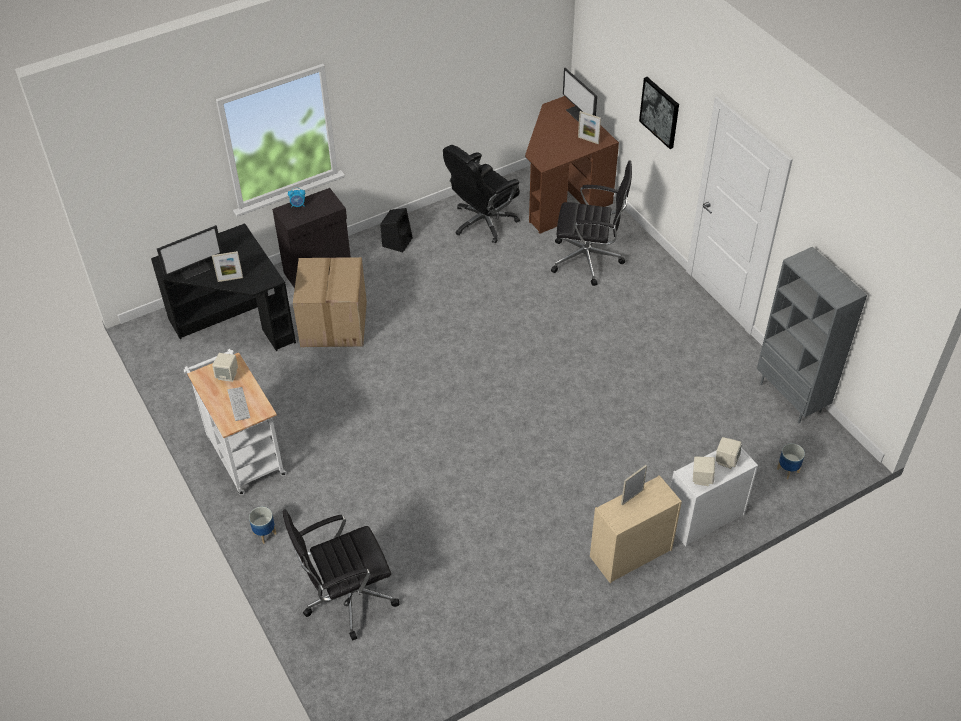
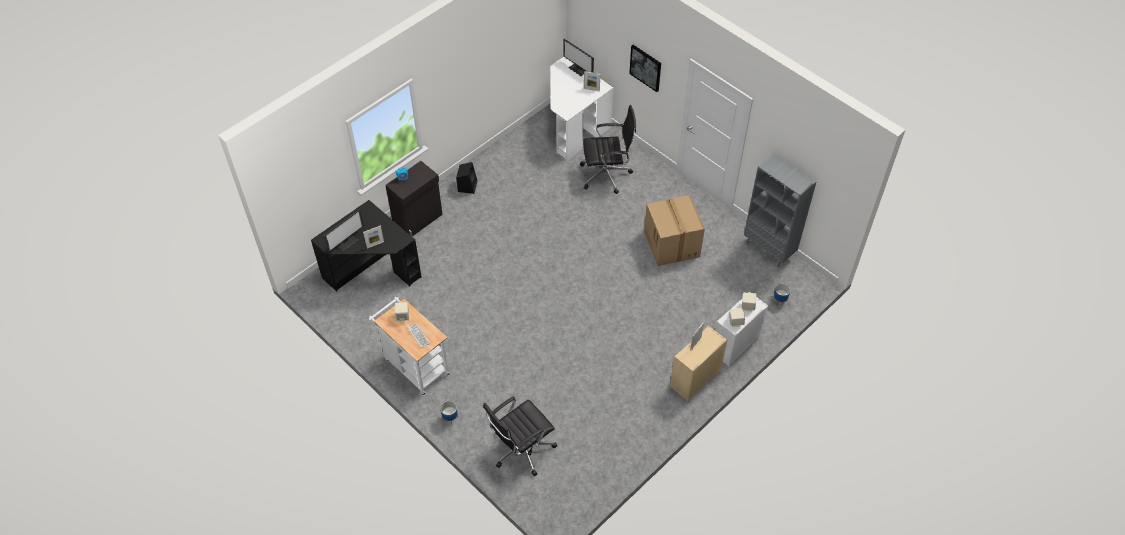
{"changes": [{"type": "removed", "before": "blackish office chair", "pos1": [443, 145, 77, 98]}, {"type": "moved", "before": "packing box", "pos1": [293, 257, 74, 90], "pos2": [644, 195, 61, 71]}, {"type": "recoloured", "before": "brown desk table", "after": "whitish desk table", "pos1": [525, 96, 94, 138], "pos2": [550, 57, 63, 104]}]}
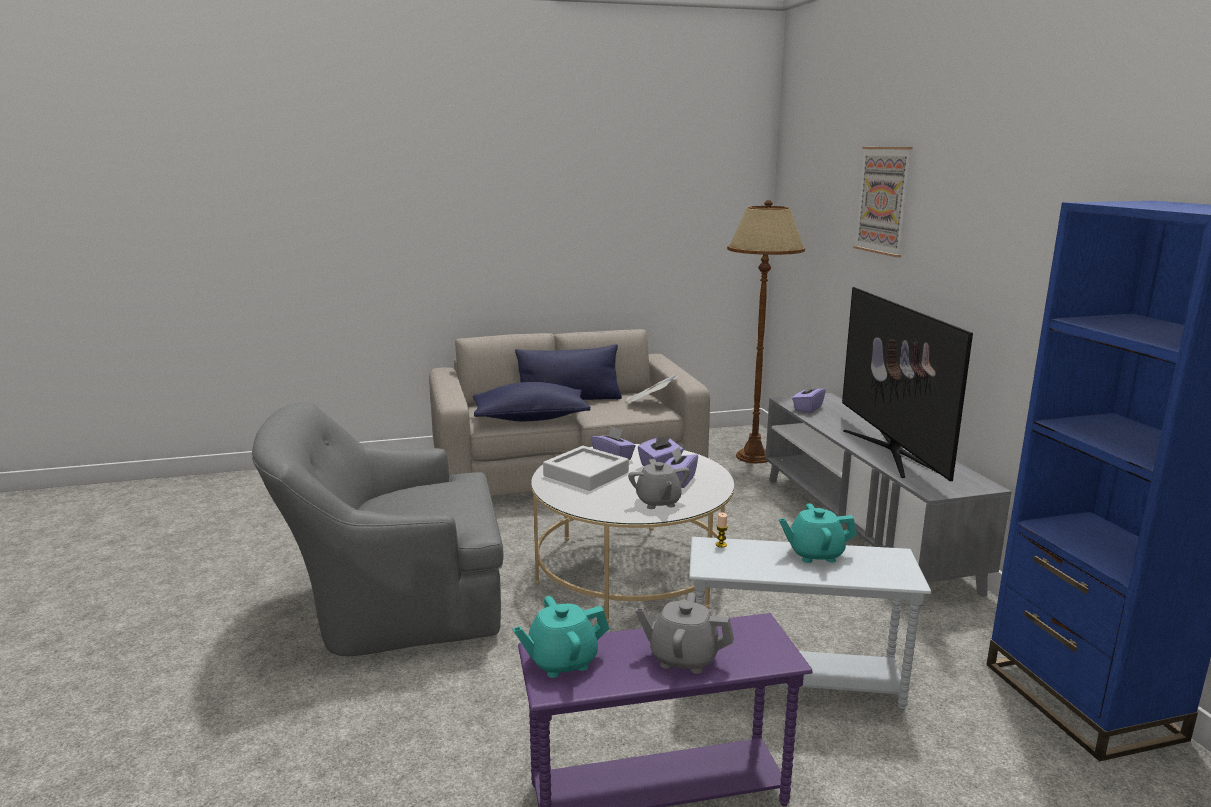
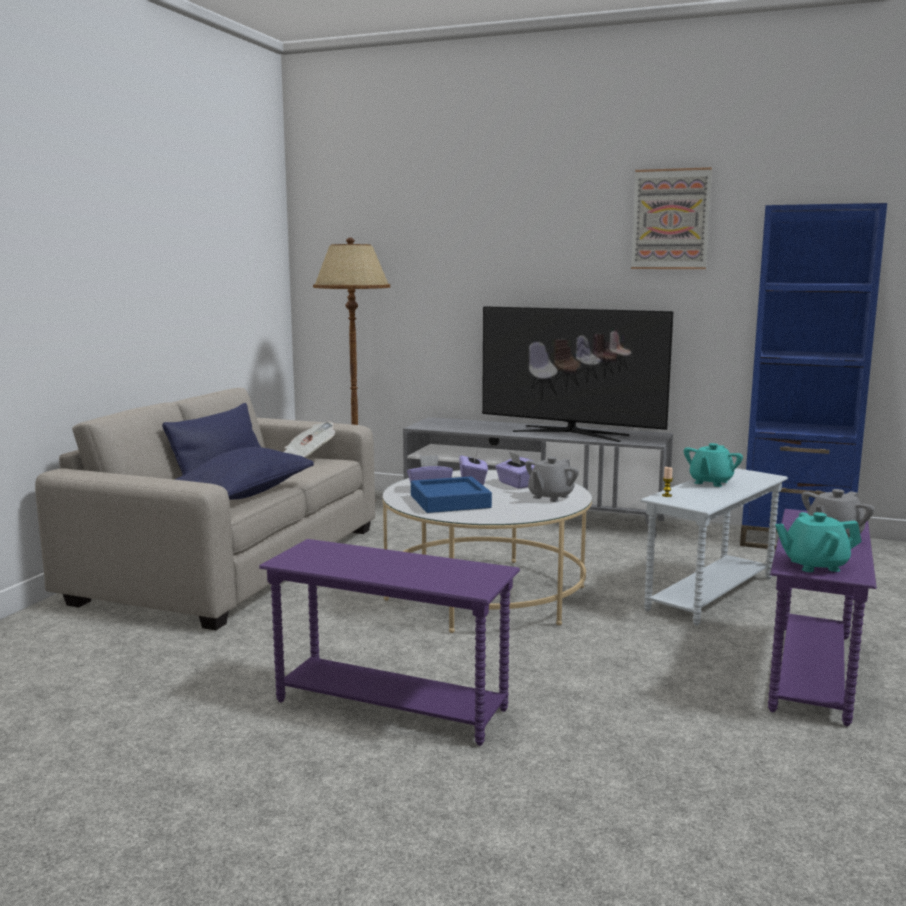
{"changes": [{"type": "removed", "before": "purple-coloured tissue box", "pos1": [792, 381, 34, 32]}, {"type": "moved", "before": "wall picture", "pos1": [854, 147, 59, 110], "pos2": [631, 167, 81, 102]}, {"type": "replaced", "before": "grey easy chair", "after": "purple-coloured end table", "pos1": [251, 402, 252, 254], "pos2": [259, 539, 261, 207]}, {"type": "recoloured", "before": "grey carrying tray", "after": "bluish carrying tray", "pos1": [543, 446, 86, 45], "pos2": [411, 477, 81, 36]}, {"type": "turned", "before": "turquoise-coloured pot for tea", "pos1": [513, 596, 96, 82], "pos2": [775, 512, 86, 60], "turn": 75}, {"type": "turned", "before": "grey pot for tea", "pos1": [628, 459, 62, 50], "pos2": [525, 457, 54, 45], "turn": 105}]}
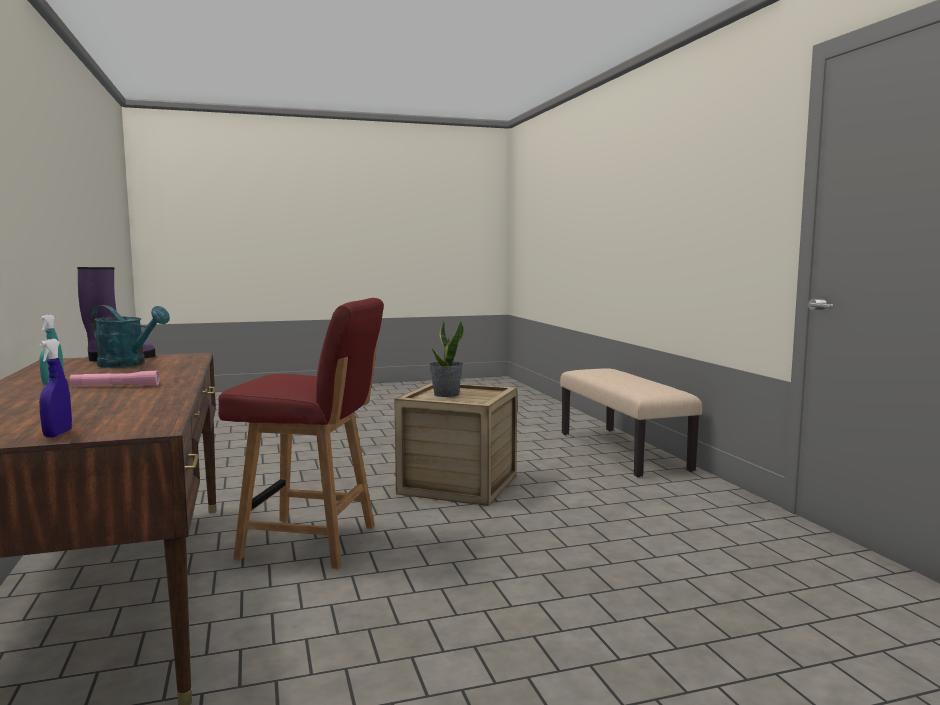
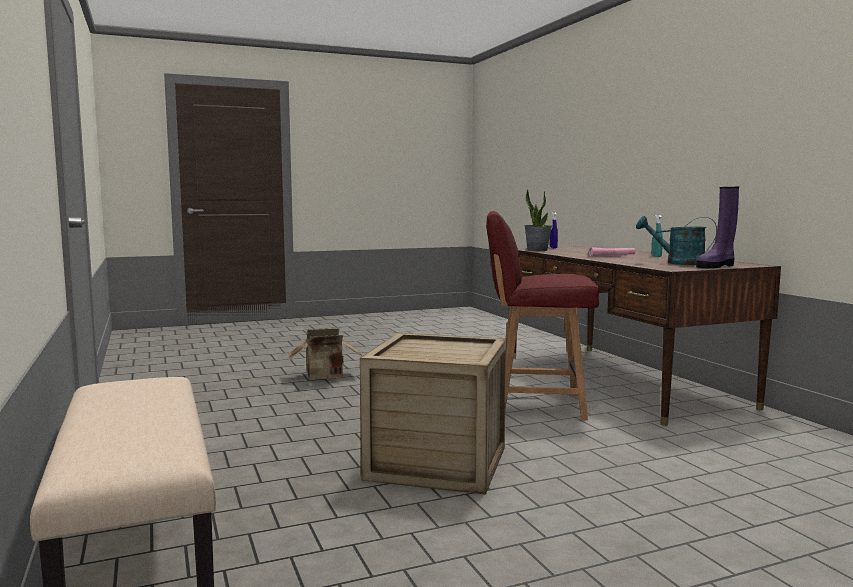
{"changes": [{"type": "added", "after": "packing box", "pos2": [288, 328, 74, 52]}, {"type": "moved", "before": "potted plant", "pos1": [429, 319, 35, 78], "pos2": [524, 190, 28, 61]}]}
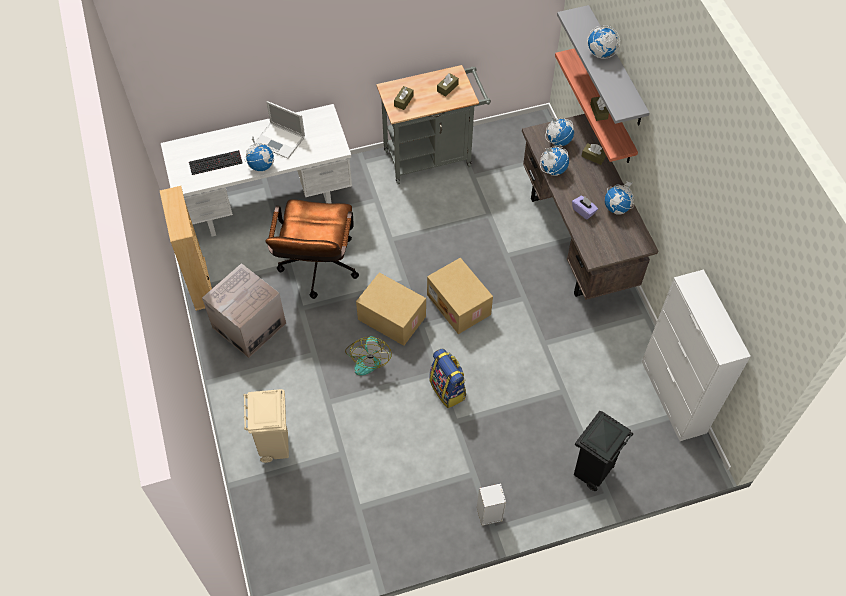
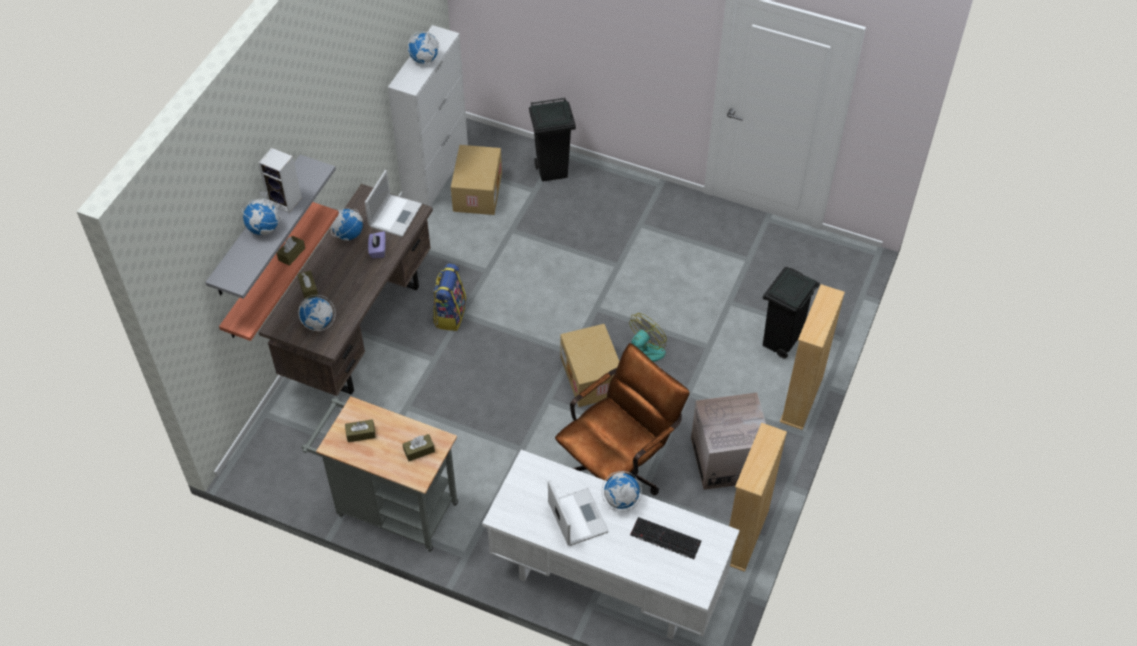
{"changes": [{"type": "added", "after": "notebook computer", "pos2": [365, 170, 57, 67]}, {"type": "added", "after": "sand-coloured bookcase", "pos2": [780, 284, 65, 146]}, {"type": "moved", "before": "packing box", "pos1": [427, 258, 66, 76], "pos2": [451, 145, 51, 70]}, {"type": "moved", "before": "rucksack", "pos1": [430, 348, 36, 60], "pos2": [433, 263, 33, 68]}, {"type": "moved", "before": "loudspeaker", "pos1": [477, 483, 29, 43], "pos2": [259, 148, 43, 65]}, {"type": "moved", "before": "desk globe", "pos1": [540, 147, 29, 29], "pos2": [408, 31, 33, 33]}, {"type": "recoloured", "before": "sand-coloured trash can", "after": "blackish trash can", "pos1": [243, 389, 46, 74], "pos2": [763, 267, 57, 91]}]}
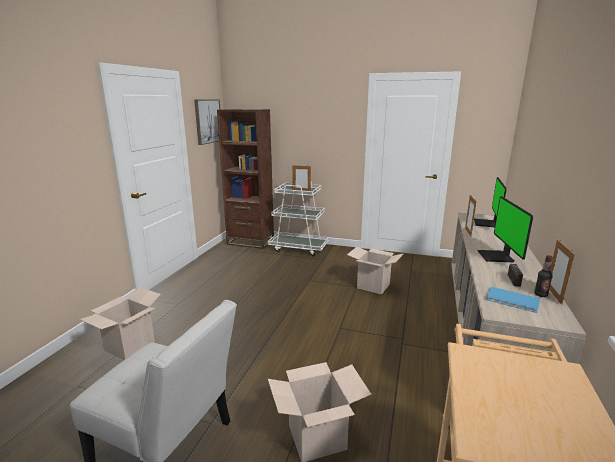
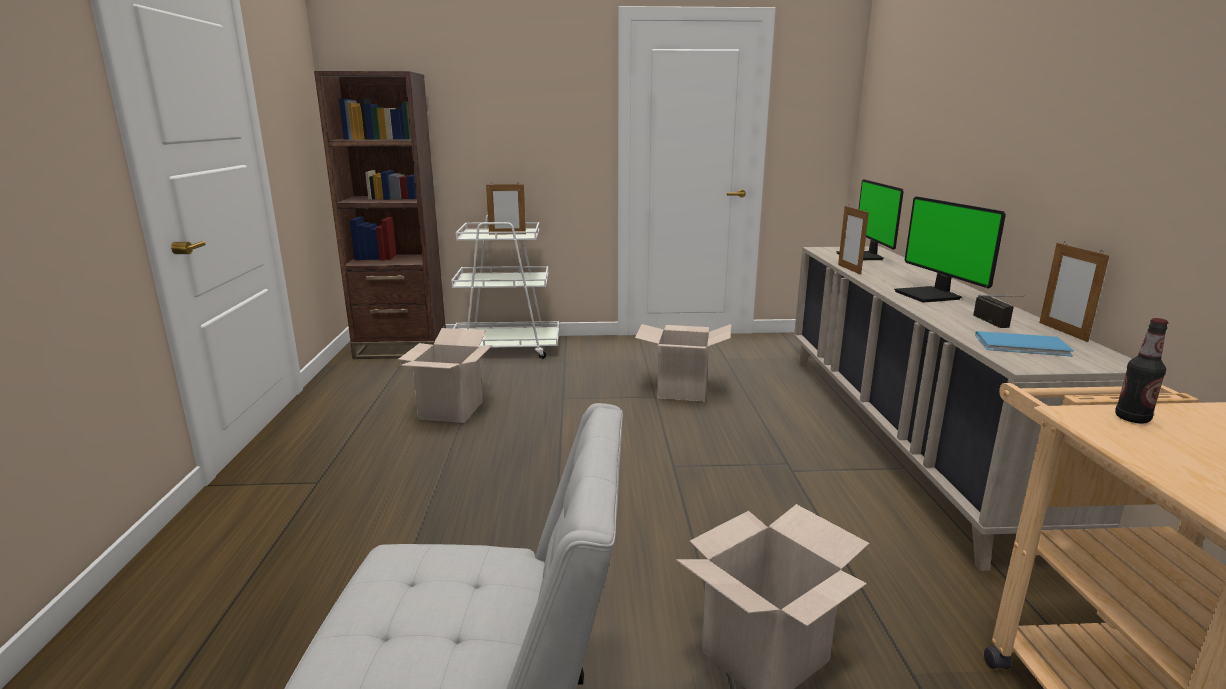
{"changes": [{"type": "removed", "before": "wall picture", "pos1": [194, 99, 26, 46]}, {"type": "moved", "before": "packing box", "pos1": [79, 287, 82, 73], "pos2": [398, 328, 94, 95]}, {"type": "moved", "before": "drink bottle", "pos1": [534, 255, 19, 42], "pos2": [1115, 318, 53, 105]}]}
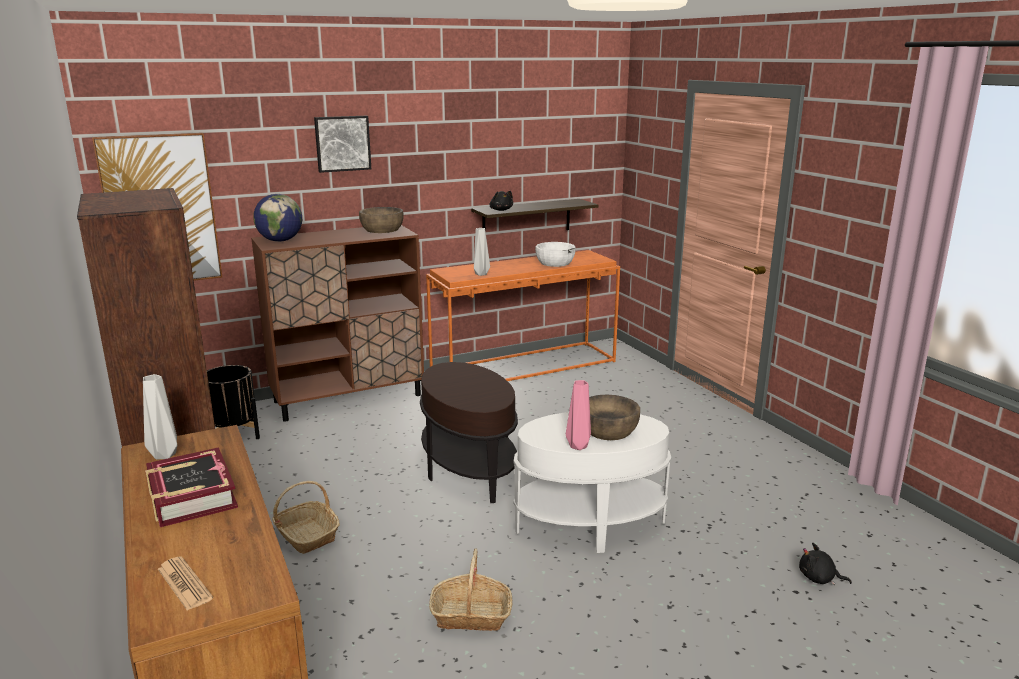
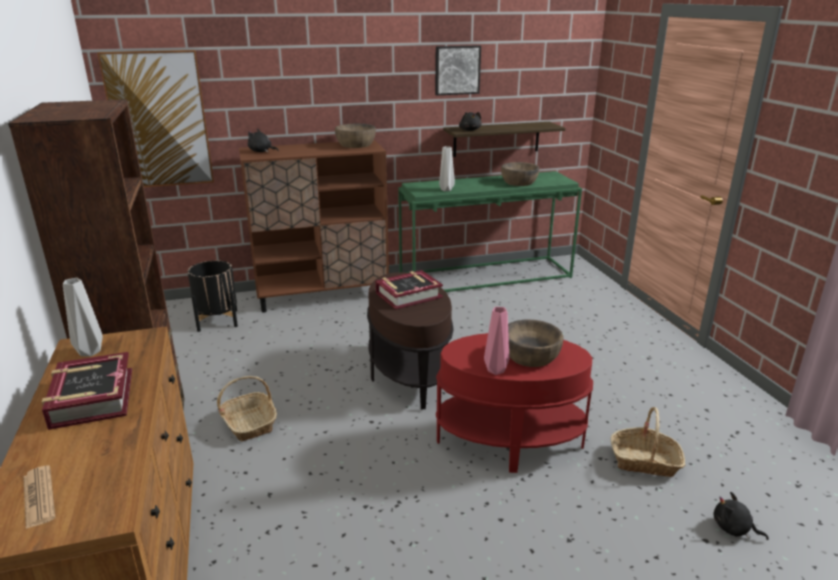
{"changes": [{"type": "added", "after": "volume", "pos2": [376, 270, 67, 40]}, {"type": "moved", "before": "wall picture", "pos1": [314, 116, 57, 57], "pos2": [435, 45, 46, 50]}, {"type": "moved", "before": "basket", "pos1": [429, 548, 84, 83], "pos2": [611, 407, 74, 70]}, {"type": "replaced", "before": "desk globe", "after": "blackish plush toy", "pos1": [253, 194, 49, 48], "pos2": [248, 129, 31, 23]}, {"type": "recoloured", "before": "orange narrow table", "after": "green-coloured narrow table", "pos1": [426, 250, 194, 131], "pos2": [398, 171, 184, 121]}, {"type": "recoloured", "before": "whitish end table", "after": "reddish end table", "pos1": [513, 412, 158, 141], "pos2": [436, 333, 157, 140]}, {"type": "recoloured", "before": "whitish bowl", "after": "brown bowl", "pos1": [535, 242, 41, 25], "pos2": [501, 162, 38, 24]}]}
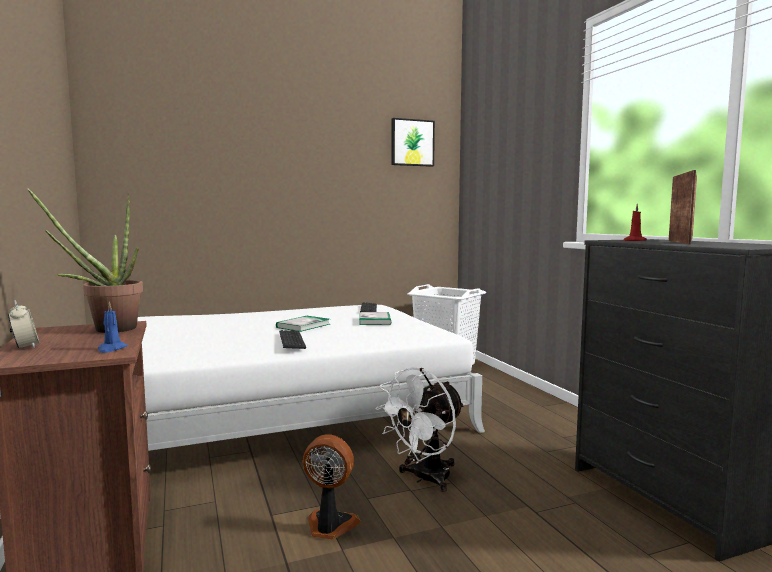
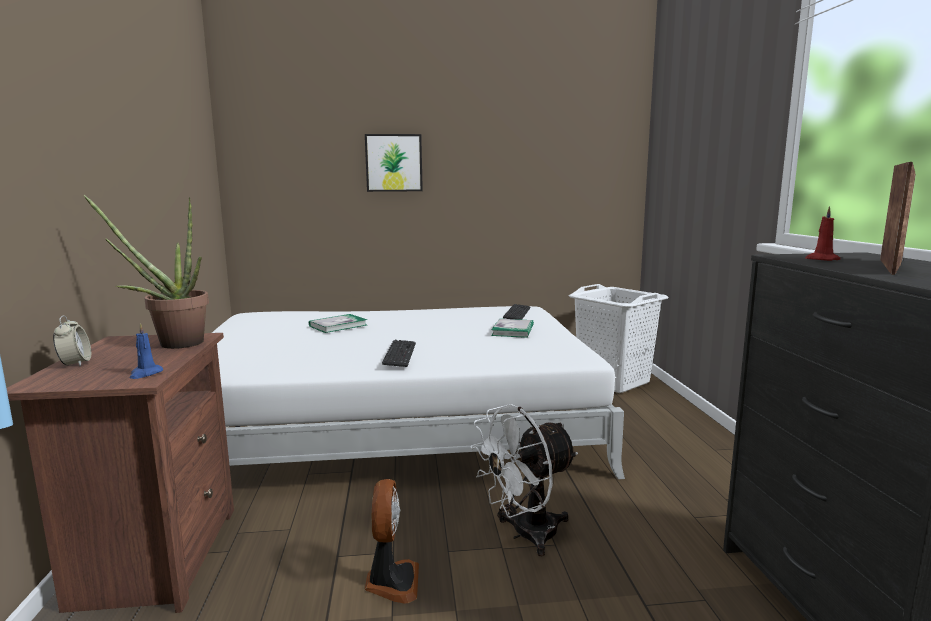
{"changes": [{"type": "moved", "before": "volume", "pos1": [276, 316, 54, 16], "pos2": [309, 314, 58, 19]}, {"type": "moved", "before": "wall picture", "pos1": [391, 118, 44, 49], "pos2": [365, 134, 58, 58]}, {"type": "turned", "before": "fan", "pos1": [303, 434, 57, 105], "pos2": [365, 479, 54, 125], "turn": 60}]}
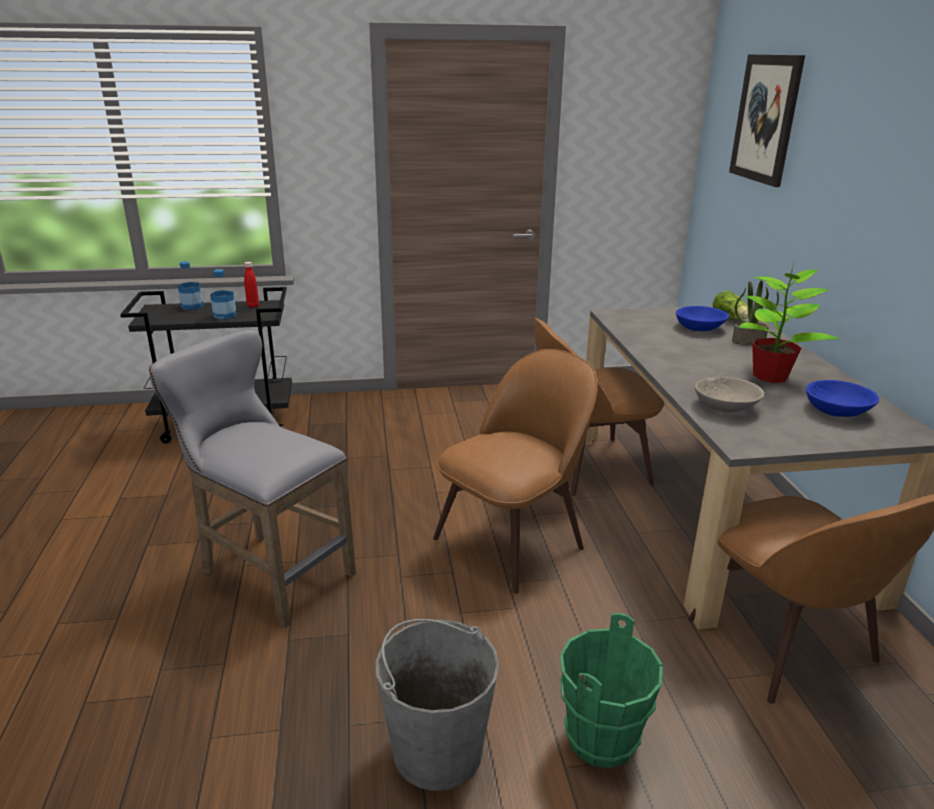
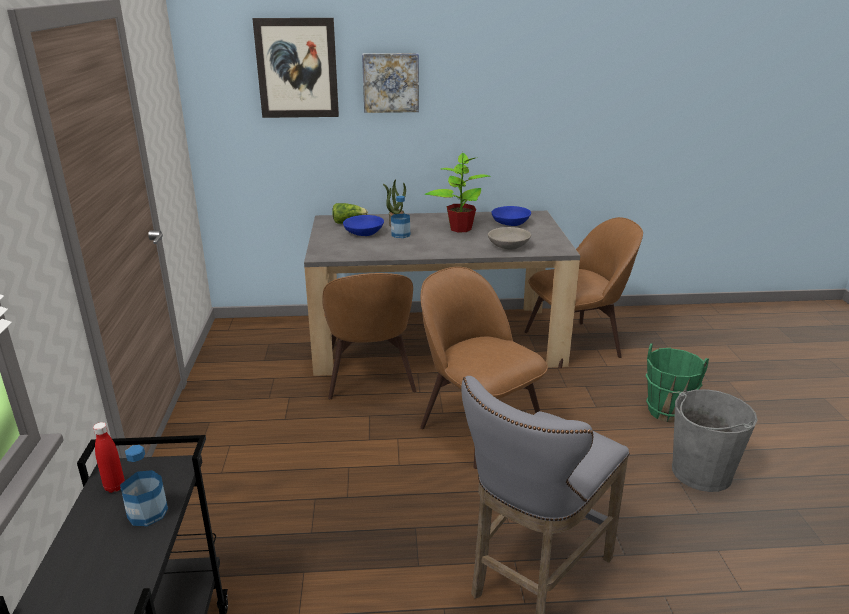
{"changes": [{"type": "added", "after": "wall picture", "pos2": [362, 53, 57, 60]}, {"type": "moved", "before": "drink bottle", "pos1": [178, 261, 26, 49], "pos2": [391, 196, 19, 42]}]}
